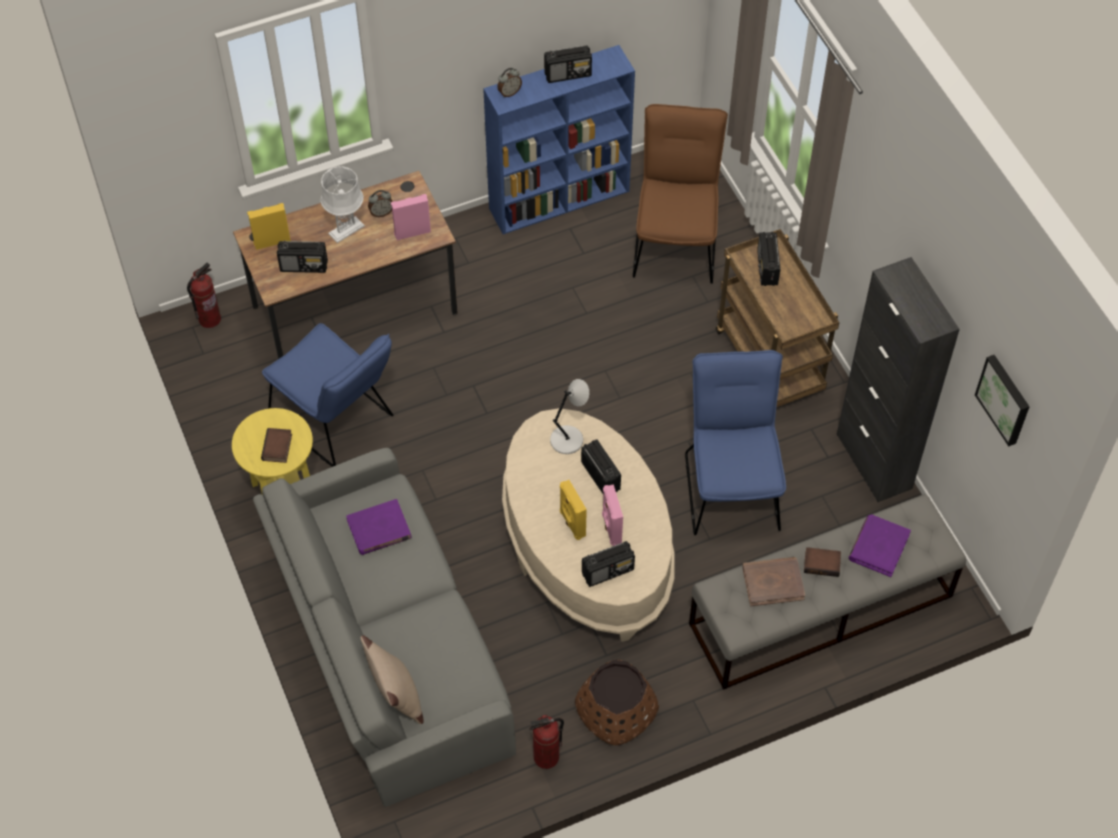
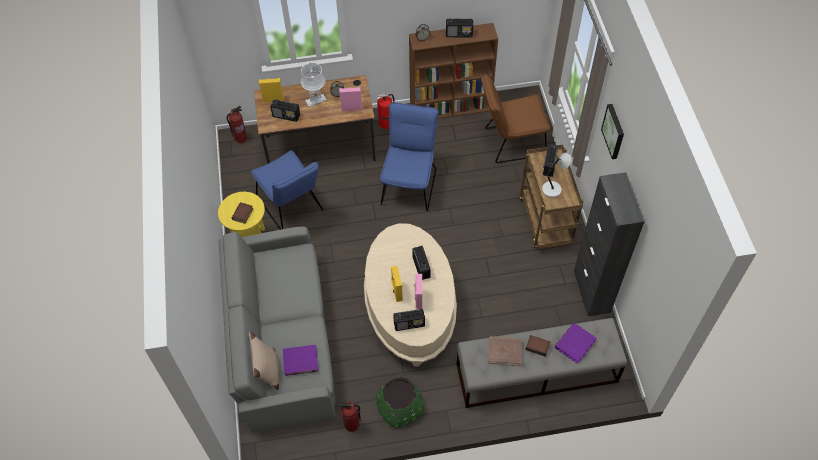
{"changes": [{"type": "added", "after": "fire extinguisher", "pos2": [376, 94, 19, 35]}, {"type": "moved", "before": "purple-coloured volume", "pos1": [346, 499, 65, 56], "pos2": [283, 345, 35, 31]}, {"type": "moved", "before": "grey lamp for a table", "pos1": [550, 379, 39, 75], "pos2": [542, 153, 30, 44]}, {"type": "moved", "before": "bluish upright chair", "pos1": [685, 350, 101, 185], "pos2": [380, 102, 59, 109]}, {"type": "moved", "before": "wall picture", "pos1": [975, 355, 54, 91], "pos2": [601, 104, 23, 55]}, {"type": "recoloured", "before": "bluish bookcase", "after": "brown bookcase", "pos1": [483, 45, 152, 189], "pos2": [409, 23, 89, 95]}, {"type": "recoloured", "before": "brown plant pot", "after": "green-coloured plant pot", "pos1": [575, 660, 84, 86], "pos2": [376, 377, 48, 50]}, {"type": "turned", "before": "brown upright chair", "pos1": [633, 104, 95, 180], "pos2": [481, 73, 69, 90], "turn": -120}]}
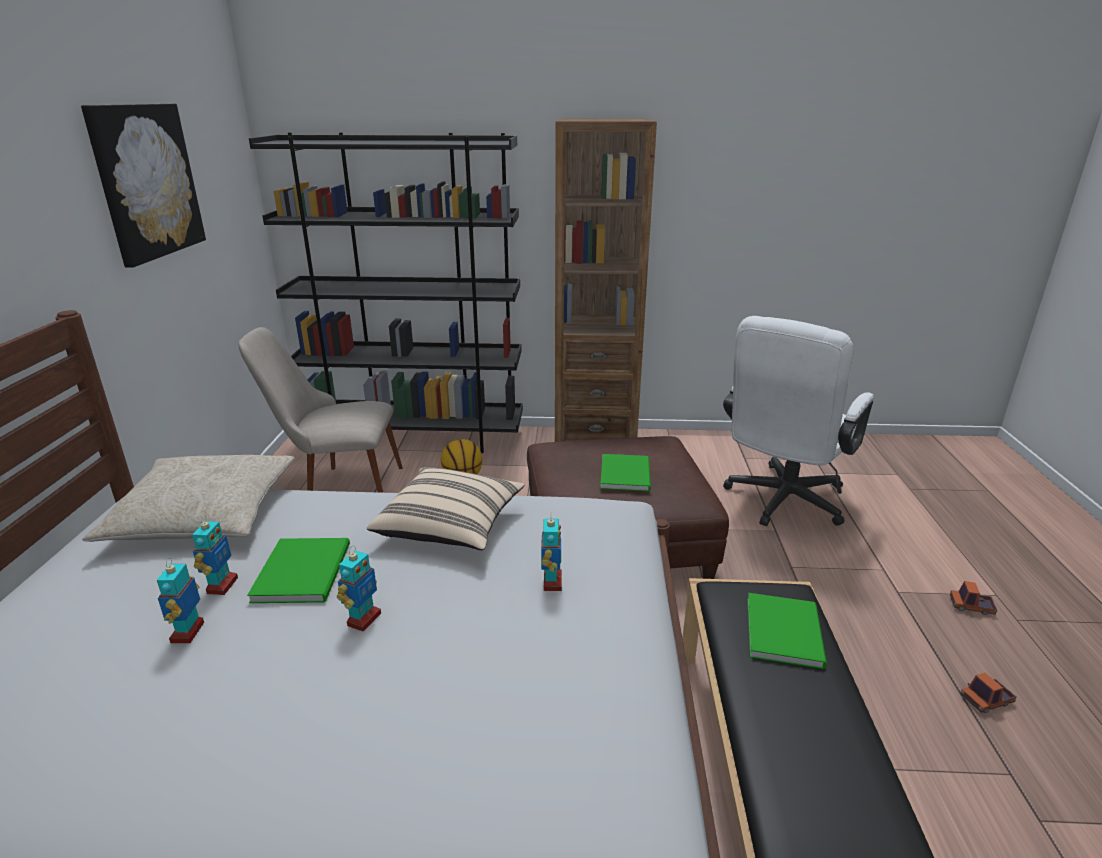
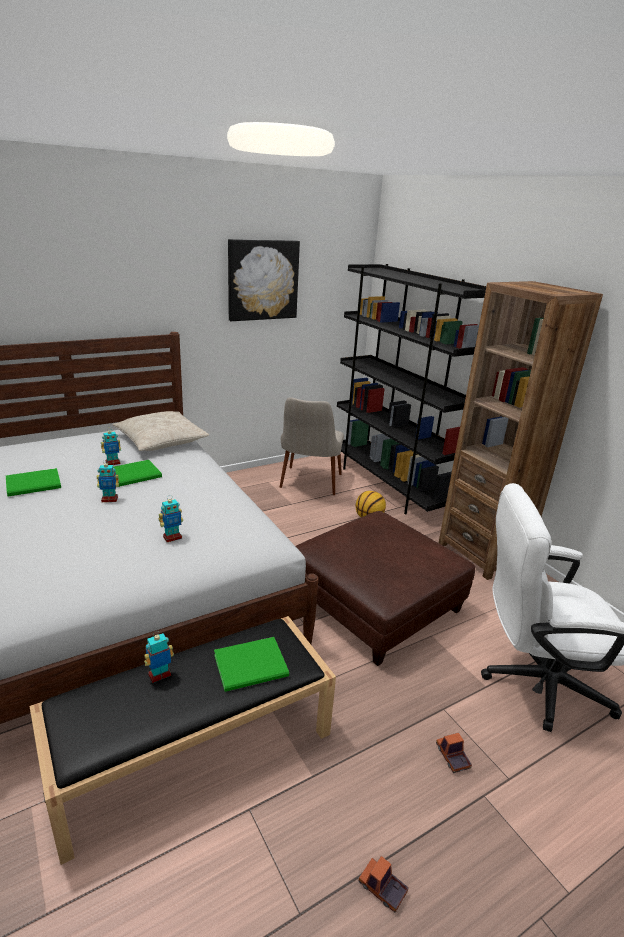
{"changes": [{"type": "removed", "before": "sand-coloured throw pillow", "pos1": [367, 467, 157, 83]}, {"type": "moved", "before": "toy robot", "pos1": [157, 558, 47, 85], "pos2": [144, 631, 30, 52]}, {"type": "moved", "before": "green-coloured volume", "pos1": [600, 454, 51, 37], "pos2": [6, 468, 55, 29]}, {"type": "moved", "before": "toy truck", "pos1": [950, 581, 47, 34], "pos2": [436, 733, 36, 40]}, {"type": "turned", "before": "sand-coloured upright chair", "pos1": [239, 327, 164, 166], "pos2": [280, 397, 64, 98], "turn": -135}]}
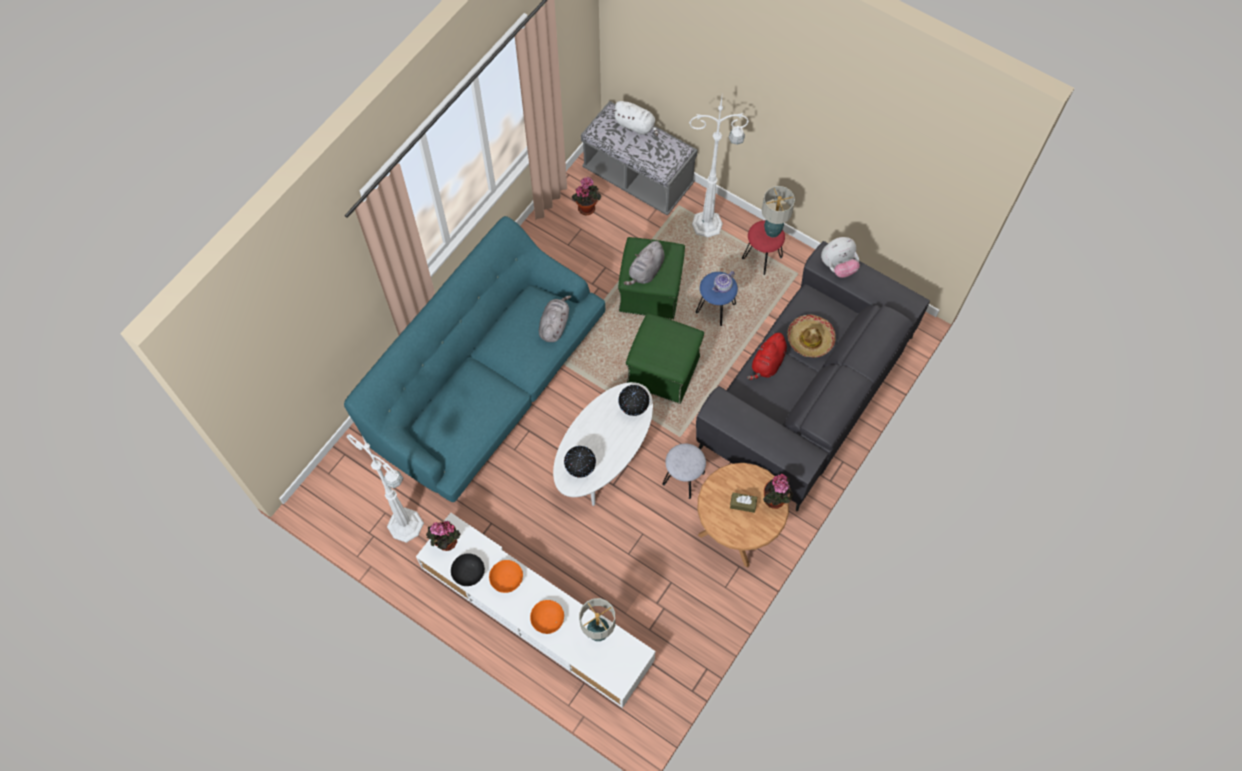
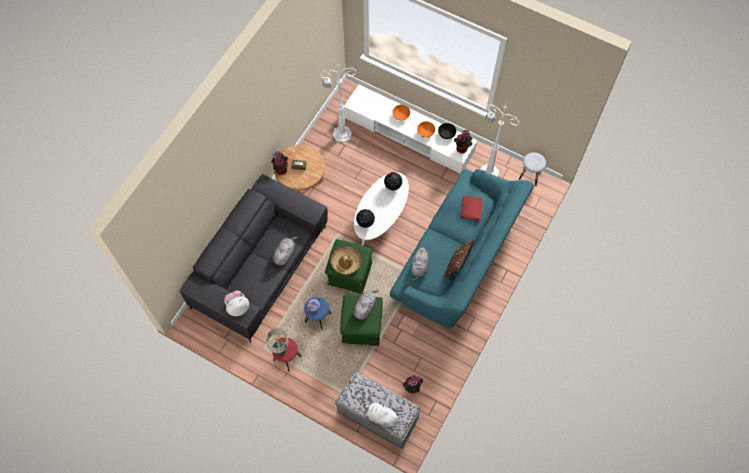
{"changes": [{"type": "removed", "before": "lamp for a table", "pos1": [580, 598, 35, 43]}, {"type": "added", "after": "brown throw pillow", "pos2": [444, 239, 30, 40]}, {"type": "added", "after": "reddish volume", "pos2": [461, 196, 22, 25]}, {"type": "moved", "before": "grey stool seat", "pos1": [662, 443, 44, 56], "pos2": [519, 152, 27, 34]}, {"type": "moved", "before": "whitish standard lamp", "pos1": [689, 97, 60, 140], "pos2": [320, 56, 37, 87]}, {"type": "moved", "before": "clothing hat", "pos1": [787, 315, 49, 42], "pos2": [331, 247, 30, 27]}, {"type": "recoloured", "before": "reddish plush toy", "after": "grey plush toy", "pos1": [747, 332, 40, 48], "pos2": [273, 237, 25, 28]}]}
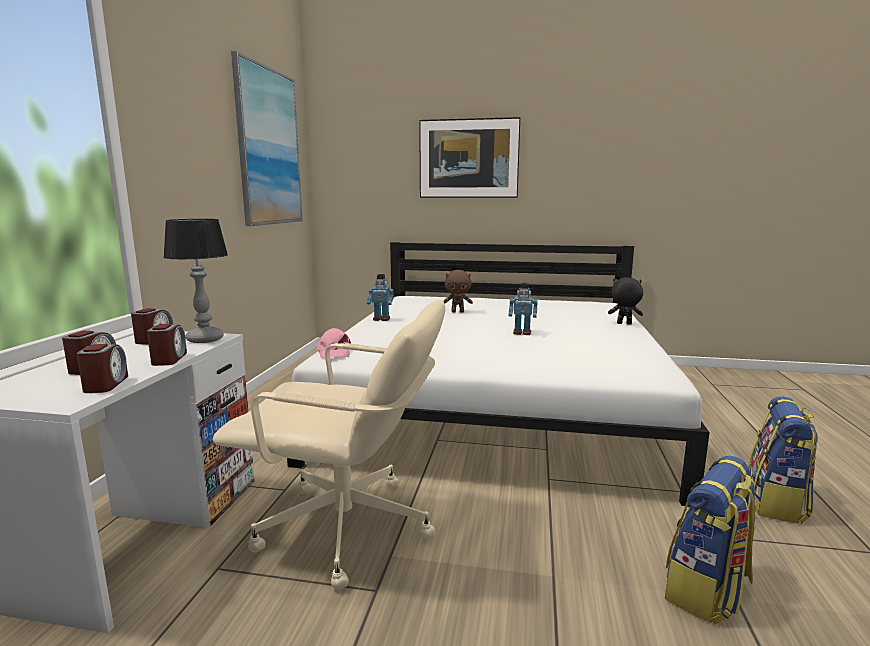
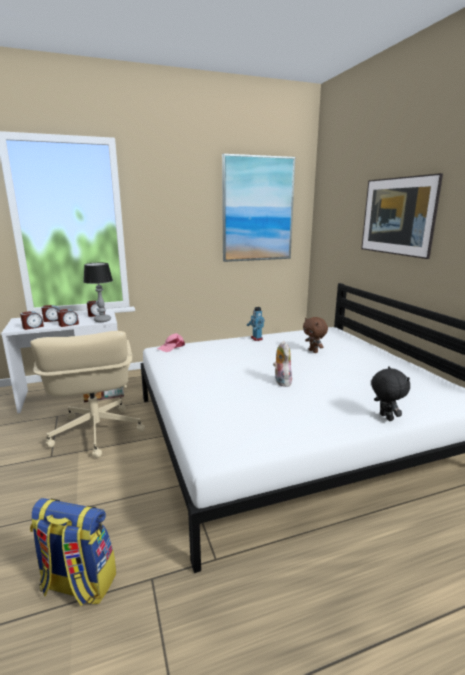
{"changes": [{"type": "removed", "before": "rucksack", "pos1": [748, 396, 69, 128]}, {"type": "replaced", "before": "toy robot", "after": "plush toy", "pos1": [508, 283, 30, 52], "pos2": [273, 341, 19, 46]}]}
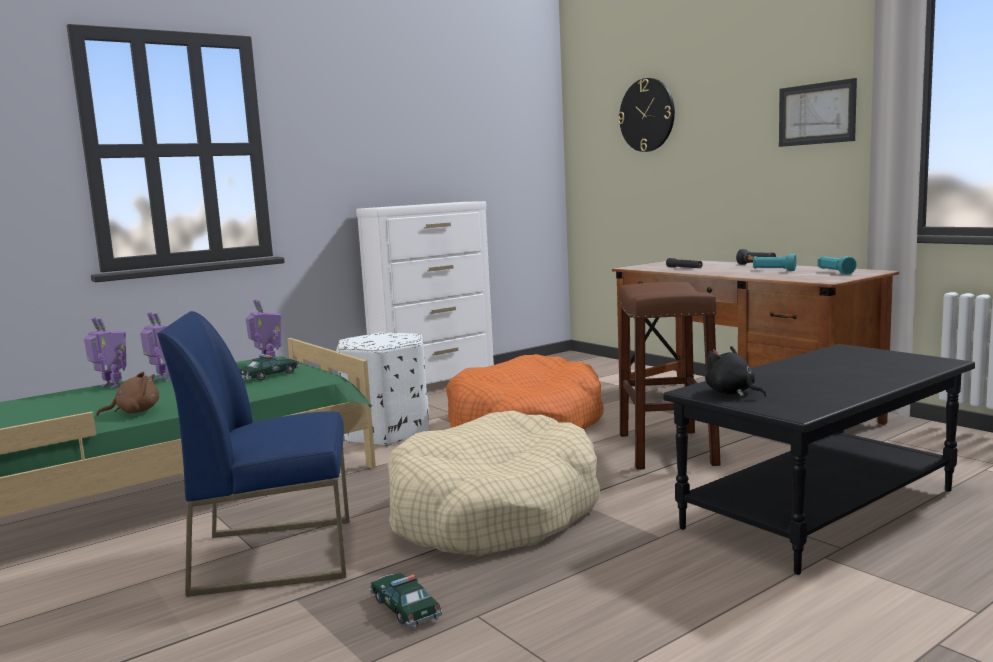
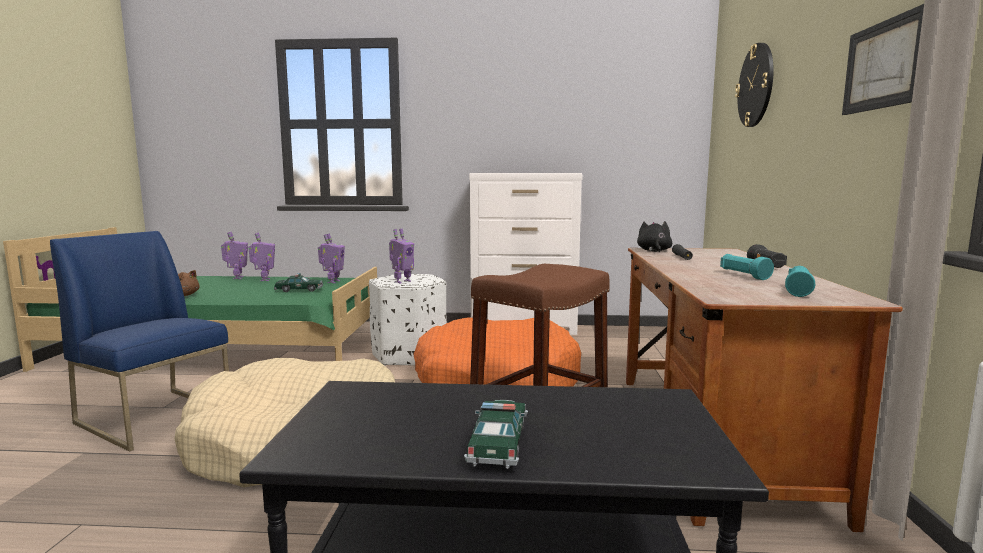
{"changes": [{"type": "added", "after": "toy robot", "pos2": [389, 229, 25, 54]}, {"type": "moved", "before": "miniature car", "pos1": [369, 573, 74, 55], "pos2": [464, 400, 64, 69]}, {"type": "moved", "before": "blackish plush toy", "pos1": [705, 346, 62, 51], "pos2": [637, 221, 35, 31]}]}
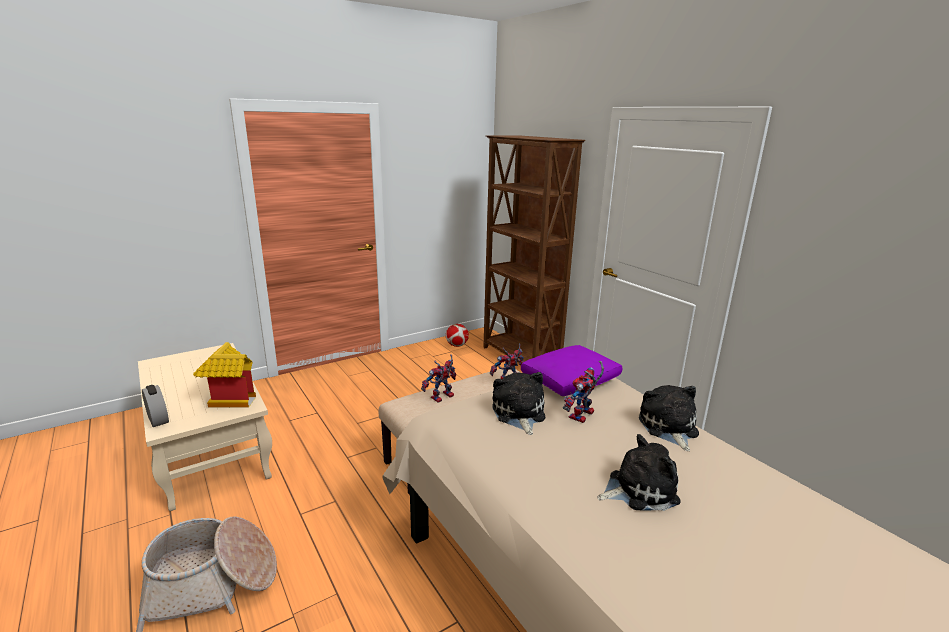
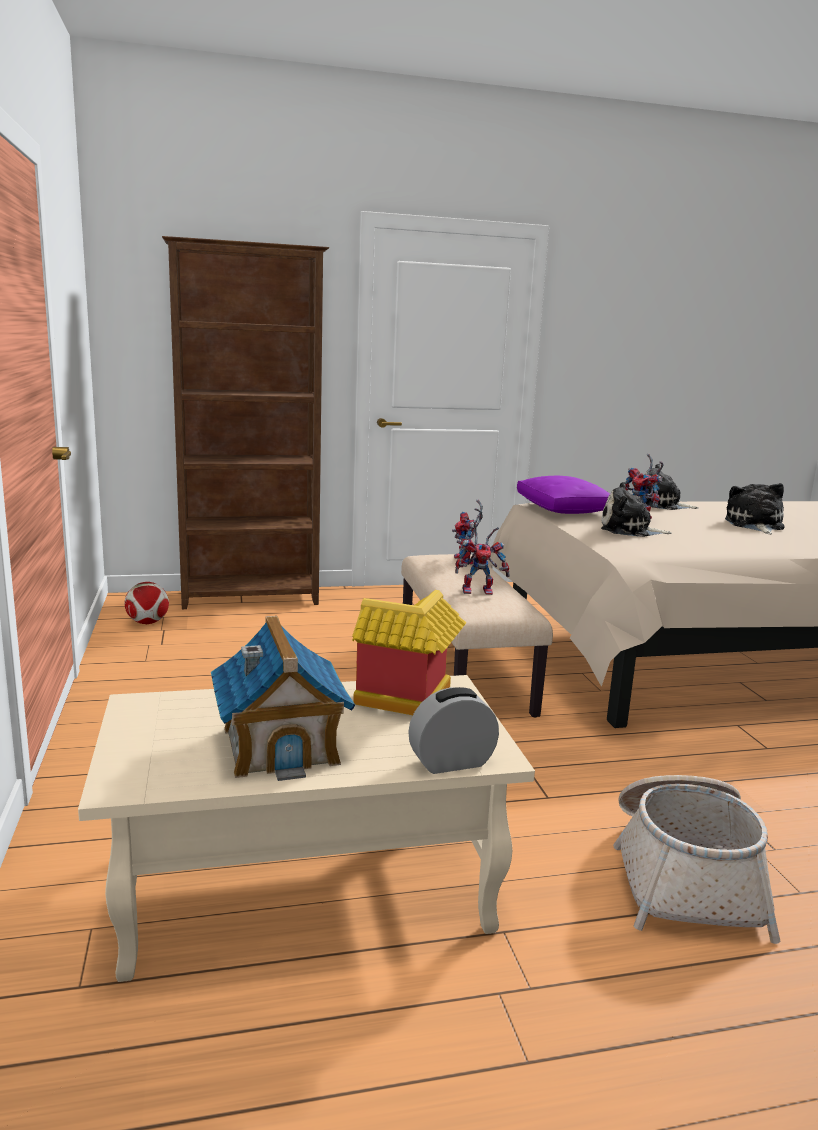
{"changes": [{"type": "added", "after": "miniature house", "pos2": [211, 616, 144, 165]}, {"type": "turned", "before": "toy robot", "pos1": [421, 354, 35, 48], "pos2": [455, 521, 55, 74], "turn": -75}]}
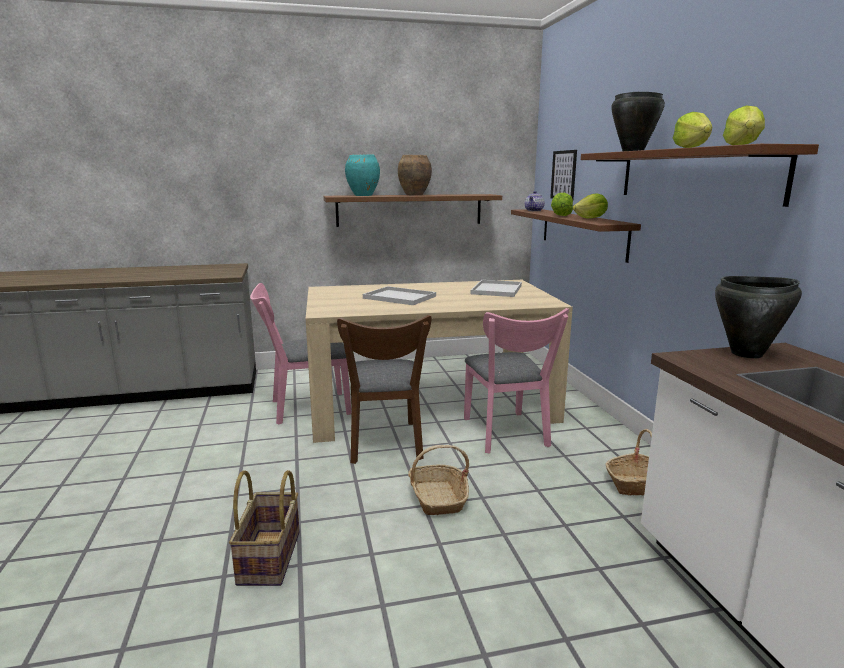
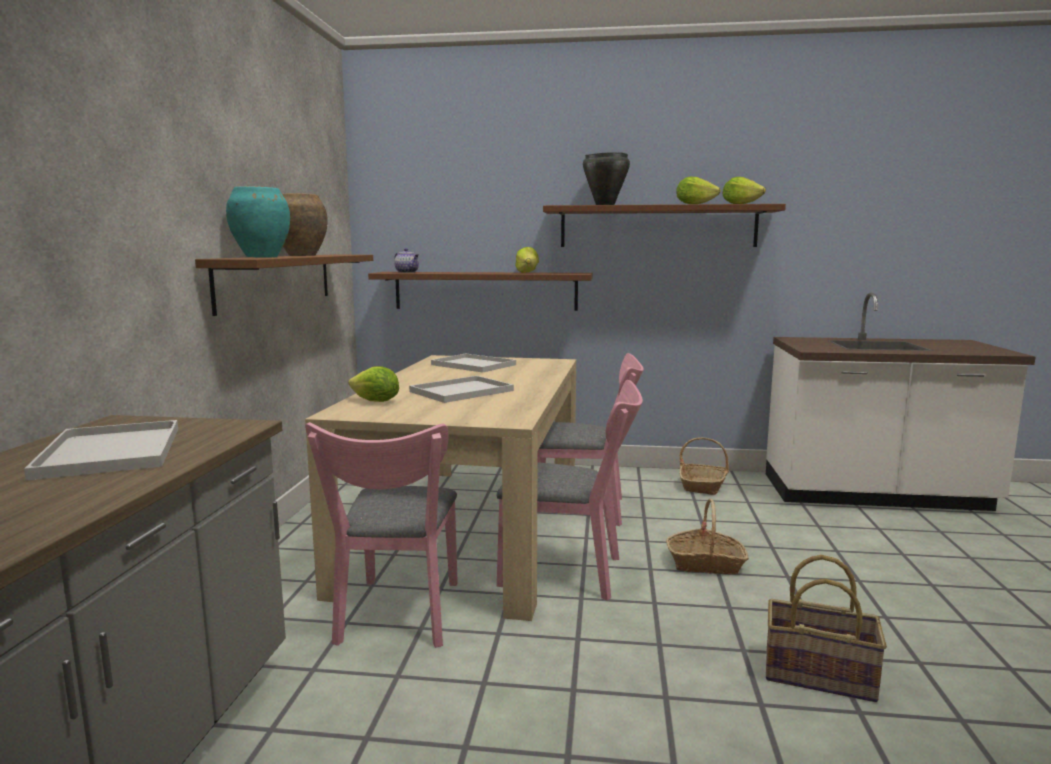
{"changes": [{"type": "removed", "before": "wall picture", "pos1": [550, 150, 27, 49]}, {"type": "removed", "before": "blackish saucepot", "pos1": [715, 276, 87, 82]}, {"type": "added", "after": "whitish carrying tray", "pos2": [24, 420, 154, 61]}, {"type": "moved", "before": "head of lettuce", "pos1": [551, 193, 22, 23], "pos2": [348, 366, 51, 36]}, {"type": "recoloured", "before": "brown upright chair", "after": "pink upright chair", "pos1": [337, 315, 94, 149], "pos2": [497, 380, 146, 221]}]}
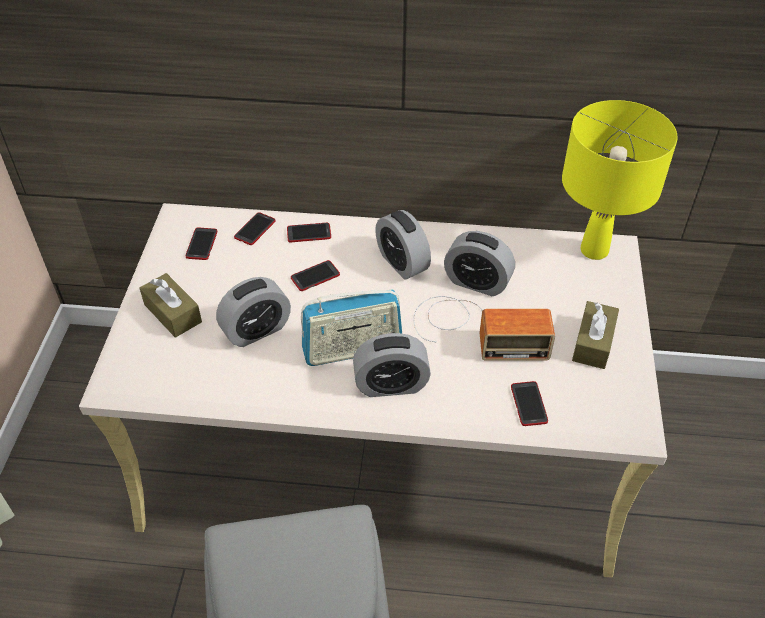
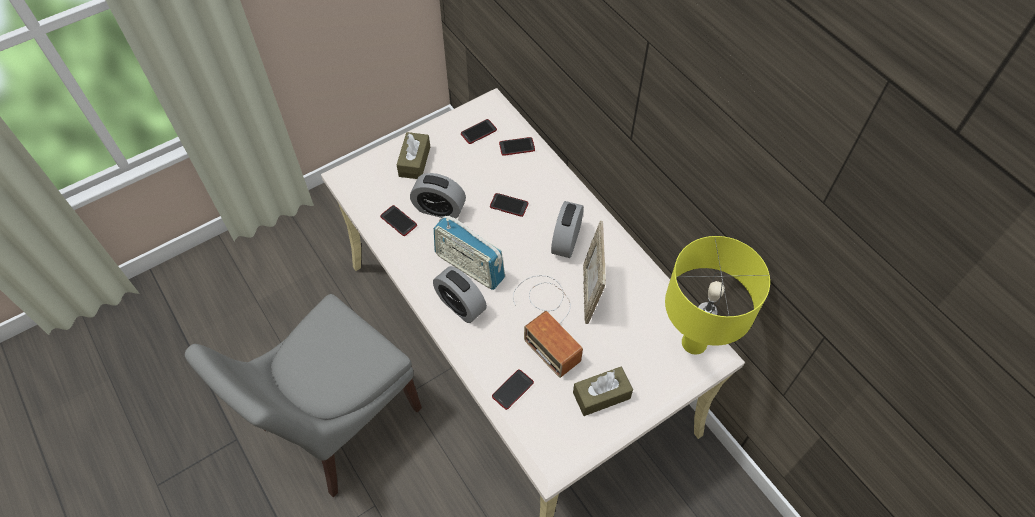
{"changes": [{"type": "moved", "before": "phone", "pos1": [287, 223, 44, 19], "pos2": [380, 205, 37, 31]}, {"type": "replaced", "before": "bedside clock", "after": "photo frame", "pos1": [444, 231, 71, 65], "pos2": [583, 221, 23, 103]}]}
